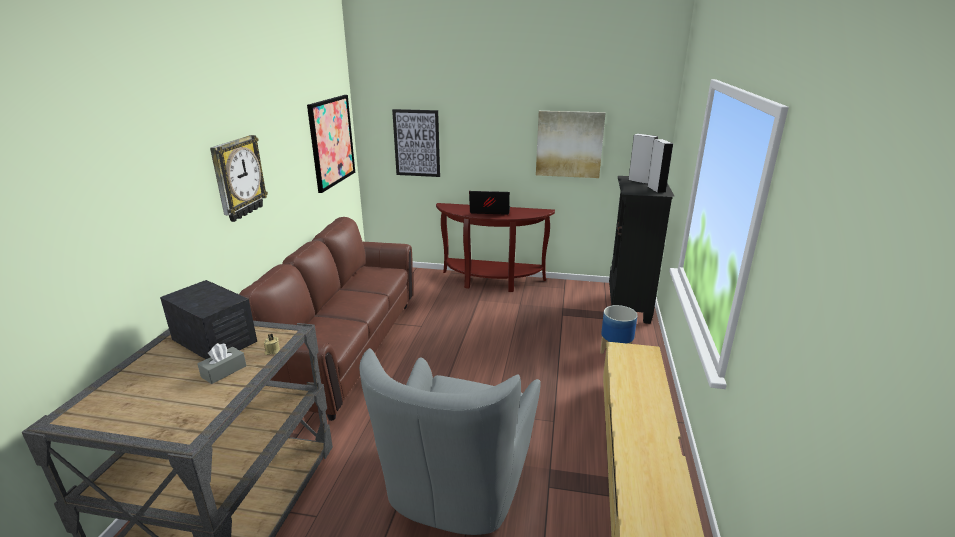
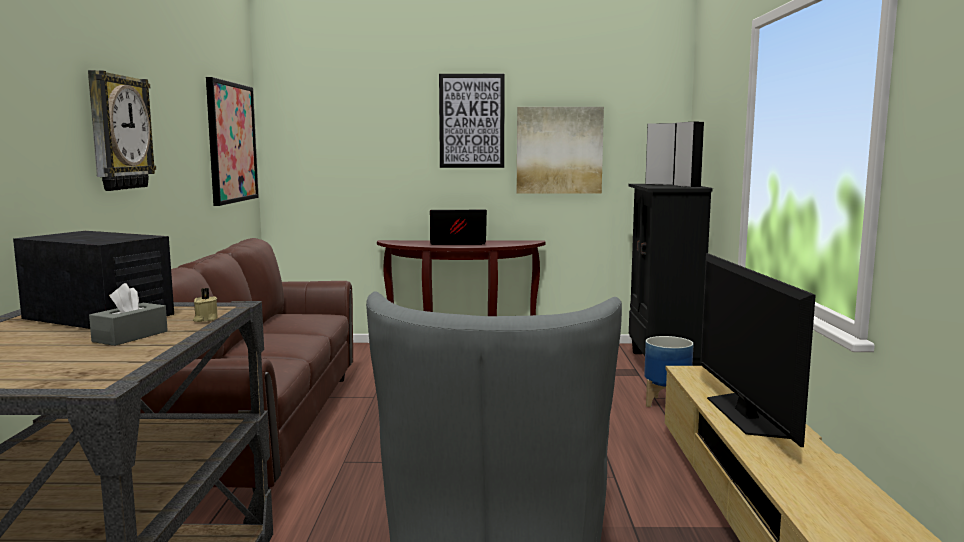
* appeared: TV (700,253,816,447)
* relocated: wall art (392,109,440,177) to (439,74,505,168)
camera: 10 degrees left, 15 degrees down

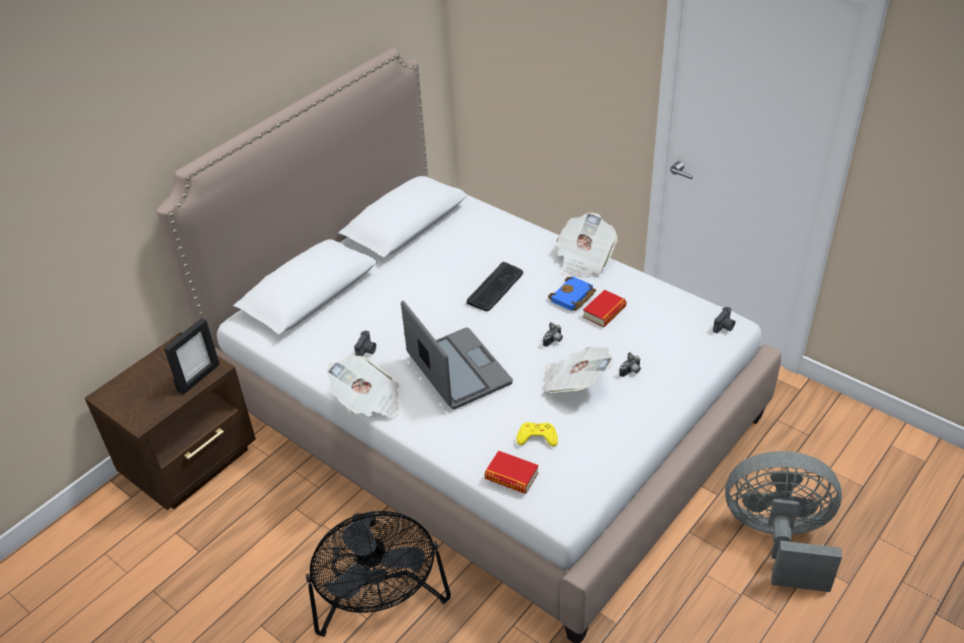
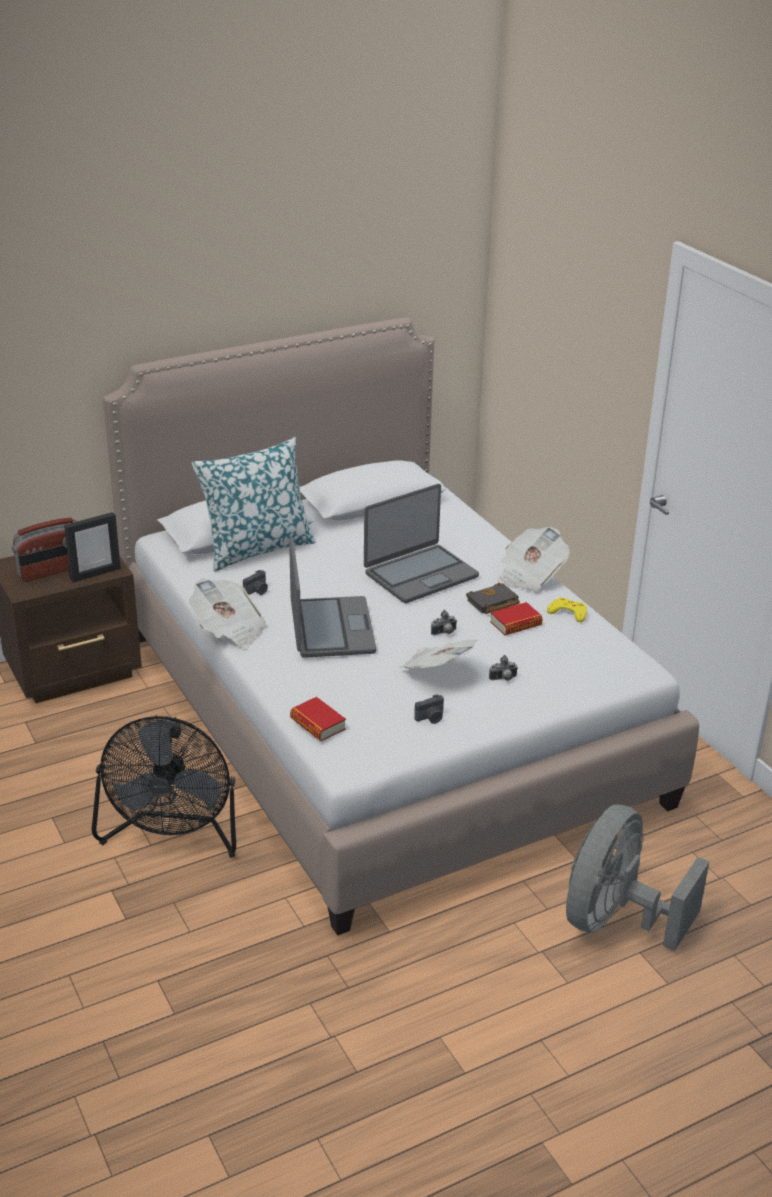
* appeared: radio receiver (12,517,77,582)
* appeared: pillow (192,437,315,571)
* relocated: joypad (yellowish) (516,422,558,446) to (547,597,587,622)
* relocated: still camera (713,307,735,333) to (414,694,444,724)
* exchanged: PC keyboard (467,262,523,311) to portable computer (364,484,479,603)
* colour: book (bluish) (548,276,596,311) to book (blackish) (466,583,520,614)
* spun: electric fan (grey) (725,451,842,592) = (566,804,709,951) 90 degrees counterclockwise
camera: 20 degrees right, 10 degrees down

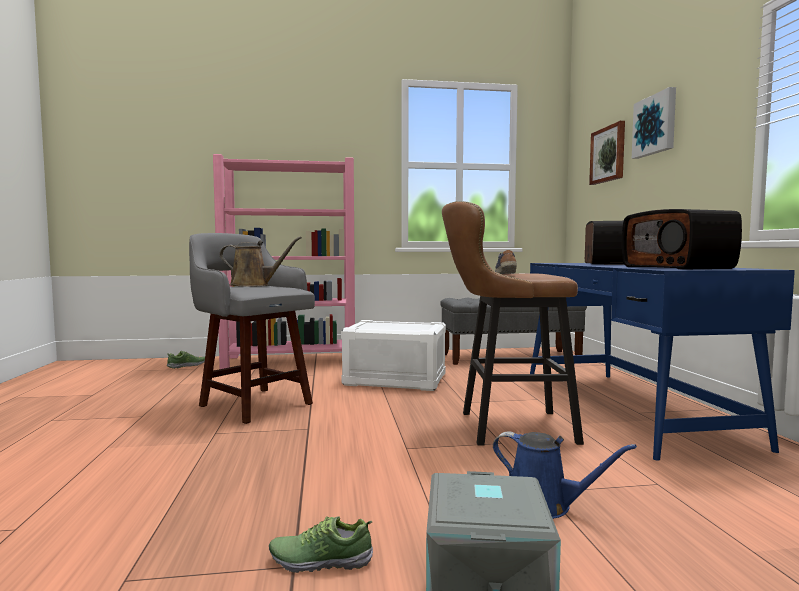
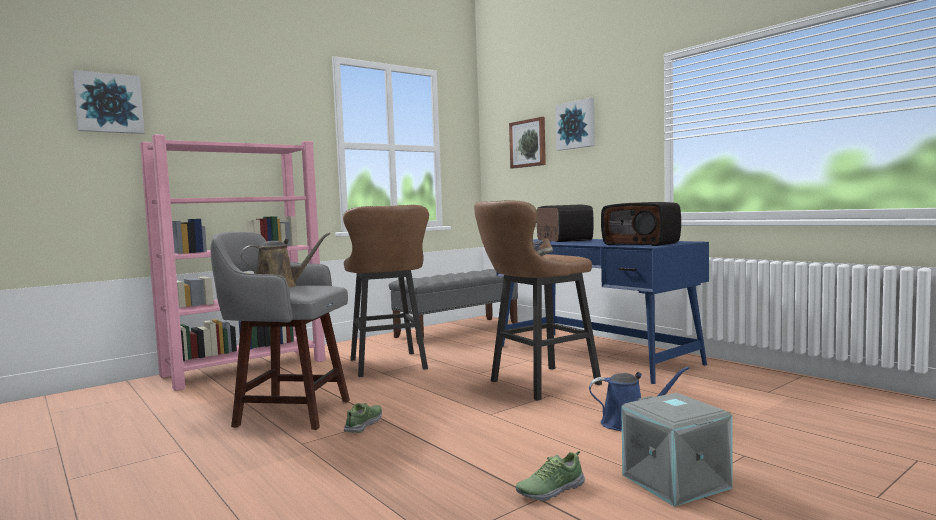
* appeared: wall art (72,70,145,134)
* relocated: shoe (167,351,205,369) to (344,403,382,433)
* exchanged: storage container (white) (341,320,446,391) to sitting stool (brownish) (343,205,429,377)
camera: 30 degrees left, 0 degrees up

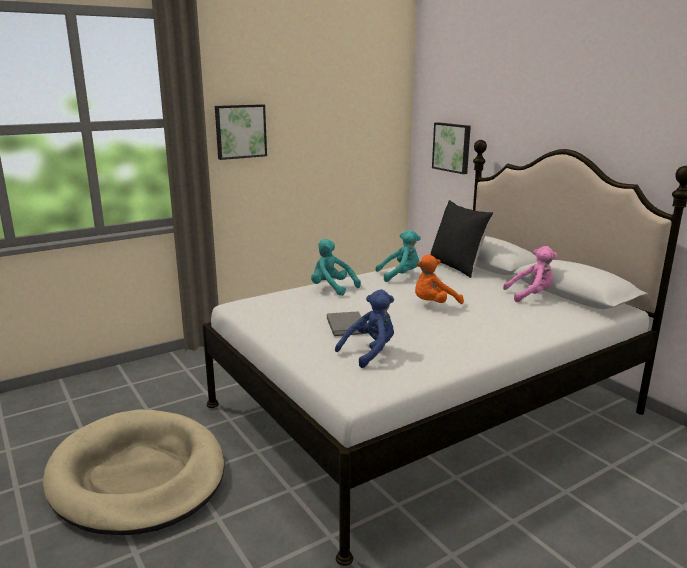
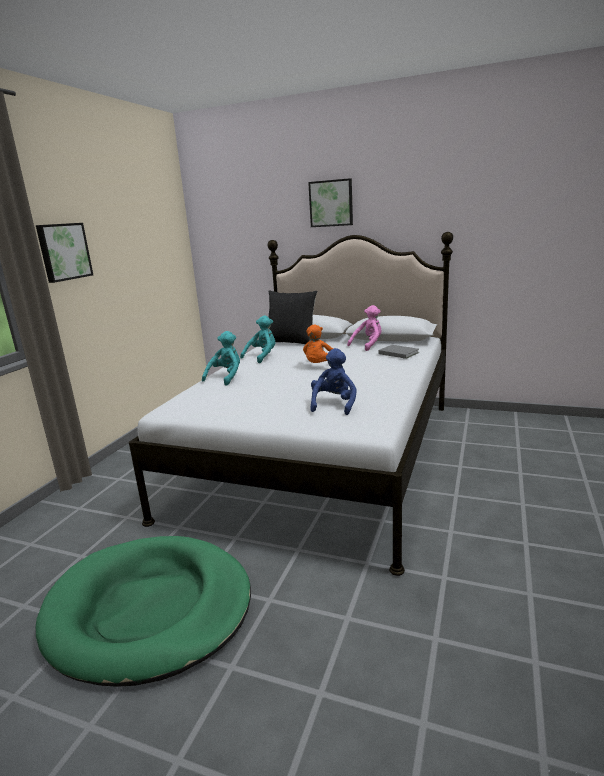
* relocated: book (grey) (327,311,368,336) to (378,345,419,359)
* relocated: wall art (432,122,471,174) to (308,178,353,227)
* colour: pet bed (beige-coloured) (43,409,225,535) to pet bed (green-coloured) (36,536,251,687)
* spun: plush toy (blue-green) (311,239,361,296) = (202,331,240,386) 120 degrees clockwise
camera: 35 degrees left, 0 degrees up

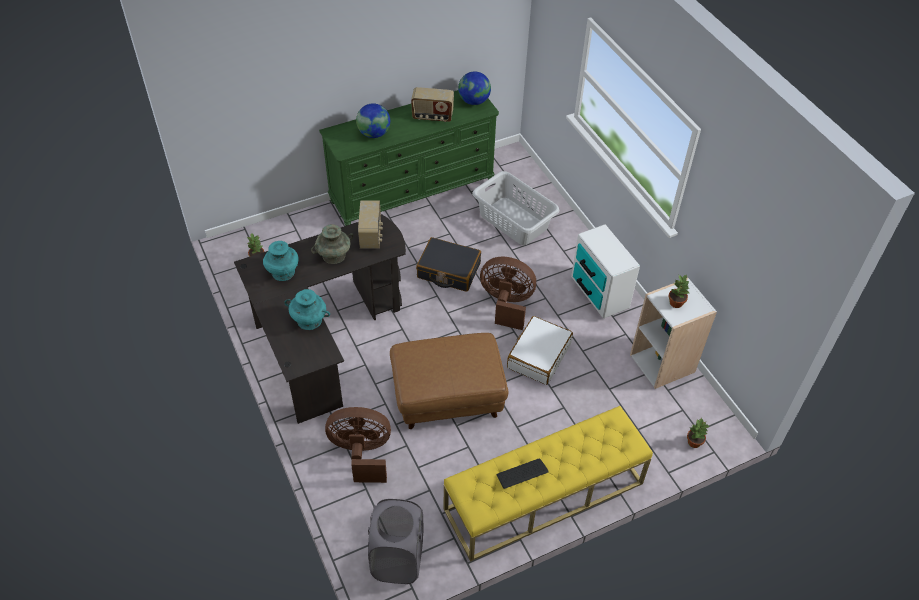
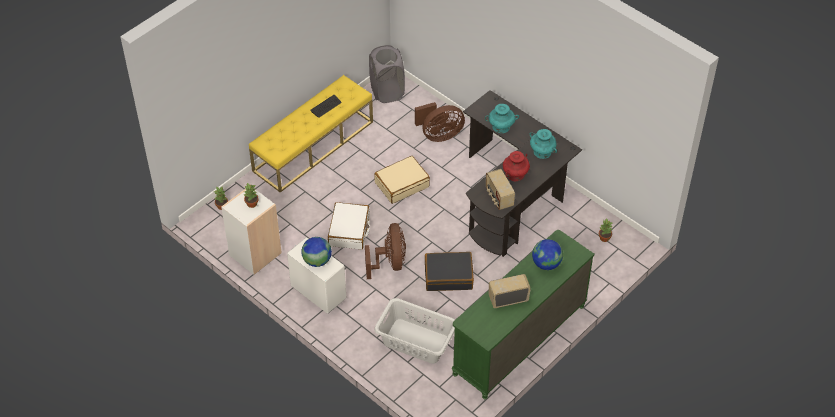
* relocated: world globe (458,71,491,105) to (301,237,332,267)
* exchanged: pouffe (brownish) (390,333,508,429) to piece of luggage (beige-coloured) (375,156,430,204)
* colour: flower vase (blue-green) (311,224,353,264) to flower vase (reddish) (503,151,530,181)
* spun: electric fan (brownish) (480,257,536,330) = (365,223,406,279) 90 degrees counterclockwise
camera: 160 degrees right, 0 degrees up

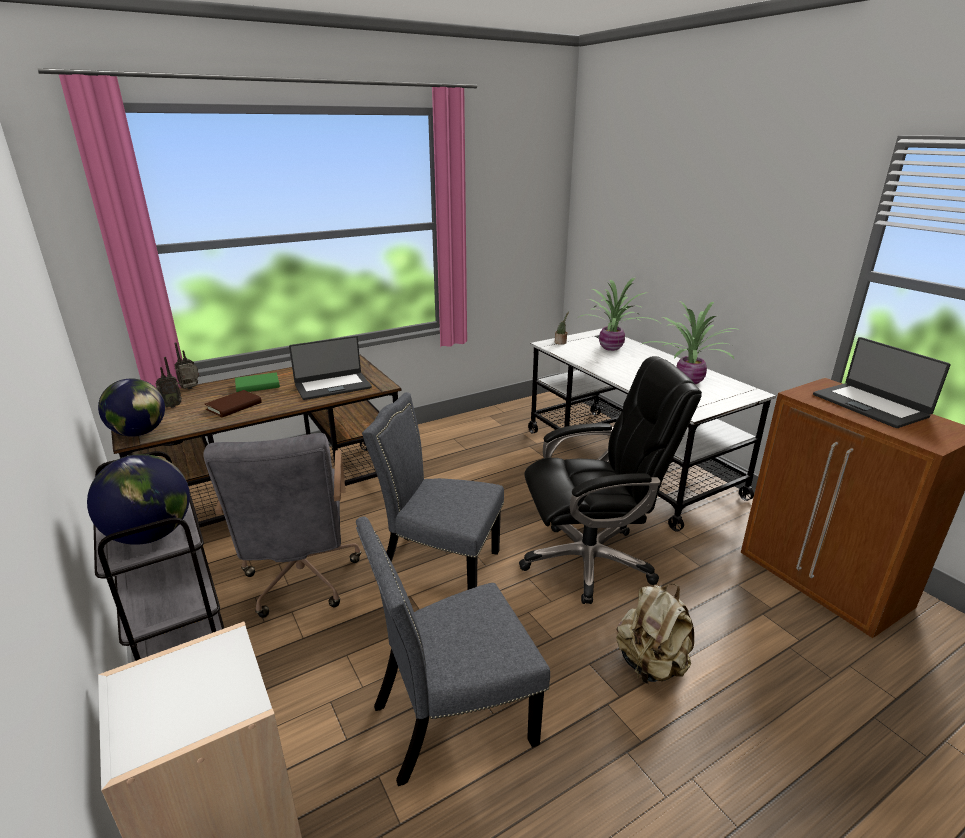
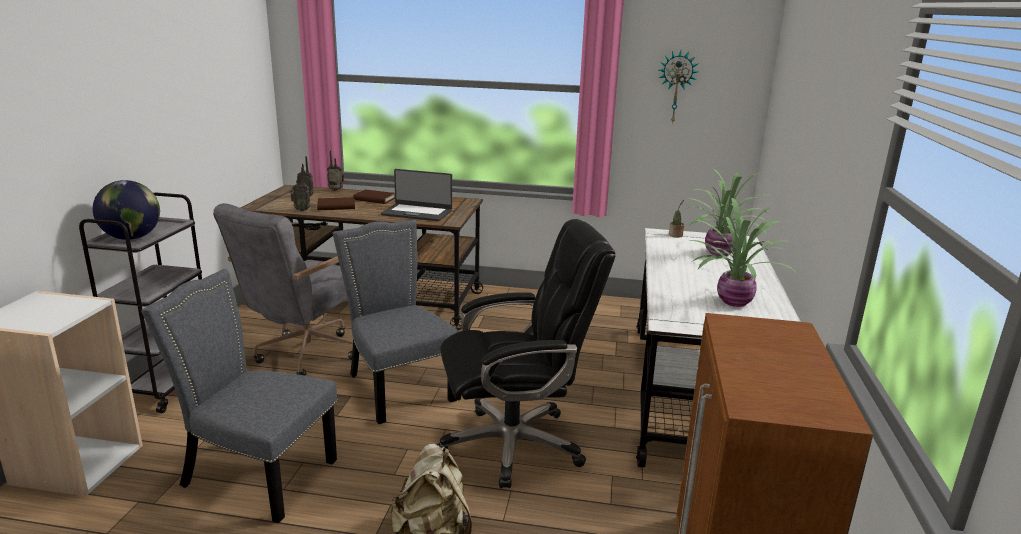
* missing: world globe (98,379,165,437)
* missing: portable computer (813,337,951,428)
* appeared: radio receiver (291,167,310,211)
* appeared: hanging clock (659,51,699,124)
* colour: book (green-coloured) (235,372,280,392) to book (brownish) (353,189,395,204)
* spun: office chair (blackish) (519,356,702,604) = (437,219,616,488) 45 degrees counterclockwise
camera: 40 degrees right, 5 degrees down

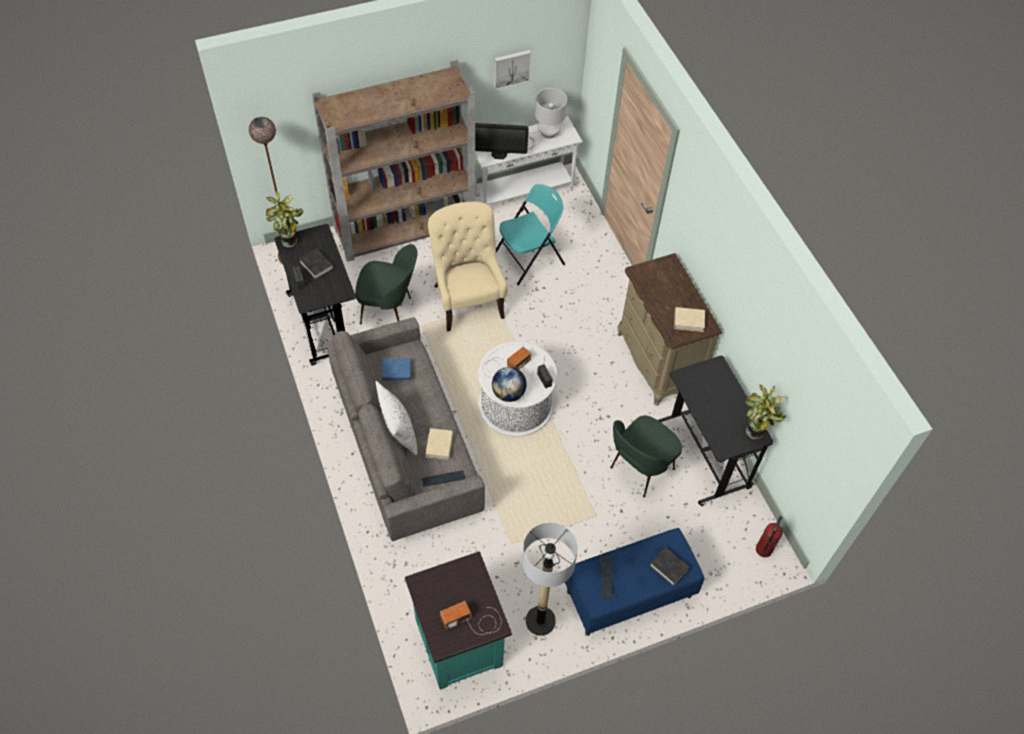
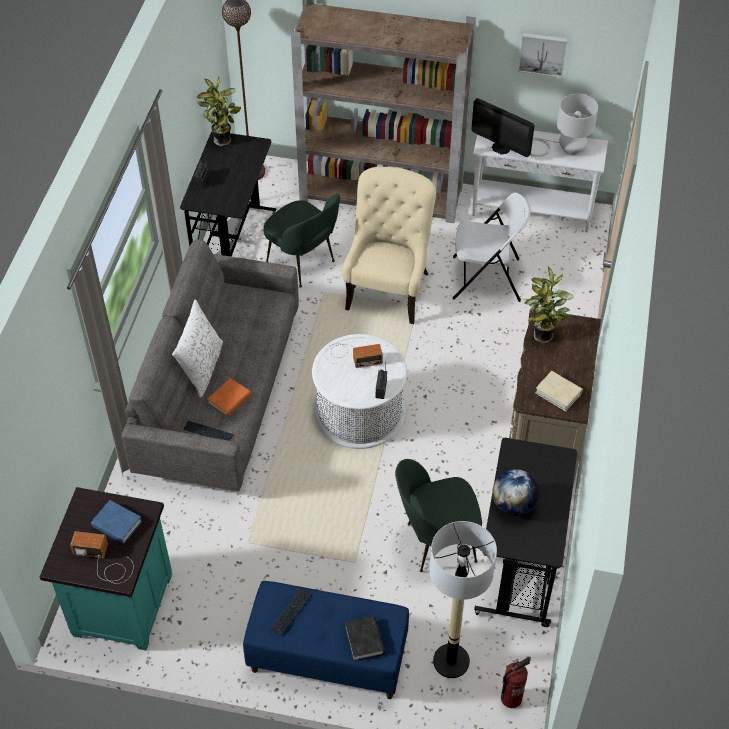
* missing: book (blackish) (299,248,334,280)
* relocated: book (bluish) (382,358,411,380) to (91,500,142,544)
* relocated: world globe (492,367,527,402) to (493,469,539,516)
* relocated: floor lamp (522,522,578,636) to (430,521,497,678)
* relocated: potted plant (745,384,787,439) to (524,267,574,343)
* colour: book (beige-coloured) (426,428,453,460) to book (orange) (207,378,251,417)
* colour: upright chair (blue-green) (496,184,565,286) to upright chair (white) (453,192,531,302)
camera: 35 degrees right, 5 degrees down

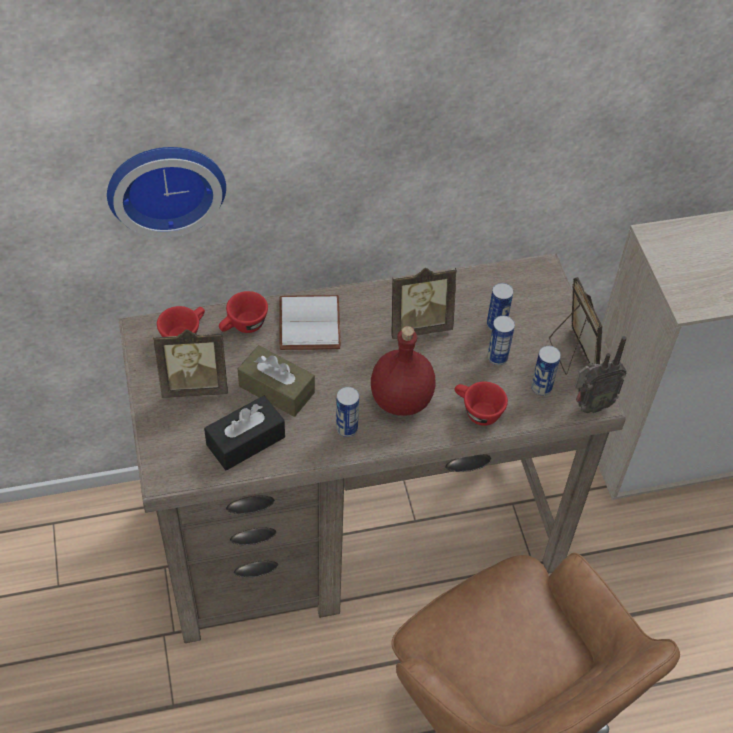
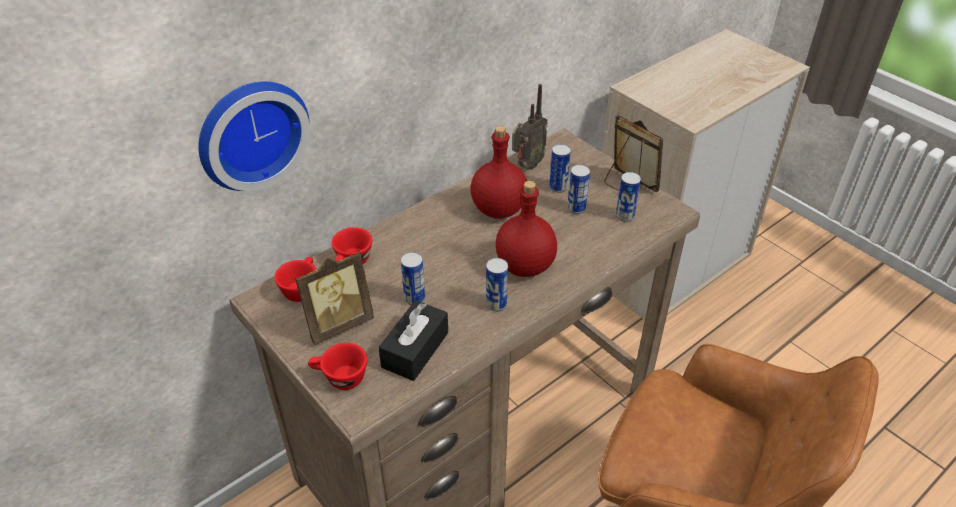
* missing: book (white) (279,295,341,350)
* relocated: drinking cup (reddish) (455,382,508,426) to (308,343,367,390)
* relocated: radio receiver (575,336,627,413) to (512,84,548,170)
* exchanged: box of tissues (brownish) (238,345,315,417) to sealed can (401,252,425,305)
* exchanged: photo frame (391,268,457,339) to beverage bottle (reddish) (471,126,527,219)
camera: 25 degrees left, 10 degrees down

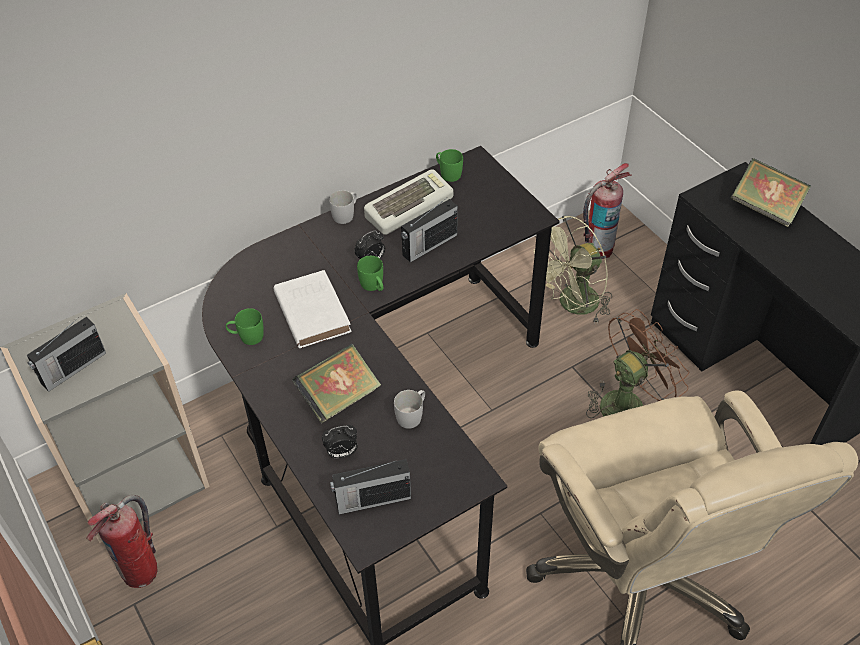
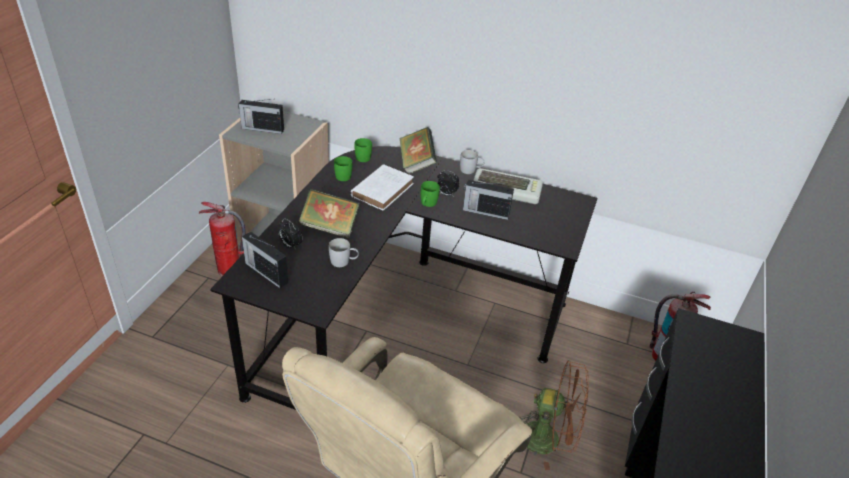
* missing: electric fan (green-coloured) (534,216,612,324)
* relocated: mug (green-coloured) (436,149,463,182) to (355,138,372,162)
* relocated: book (730,158,811,227) to (399,127,437,174)
camera: 50 degrees right, 10 degrees down

